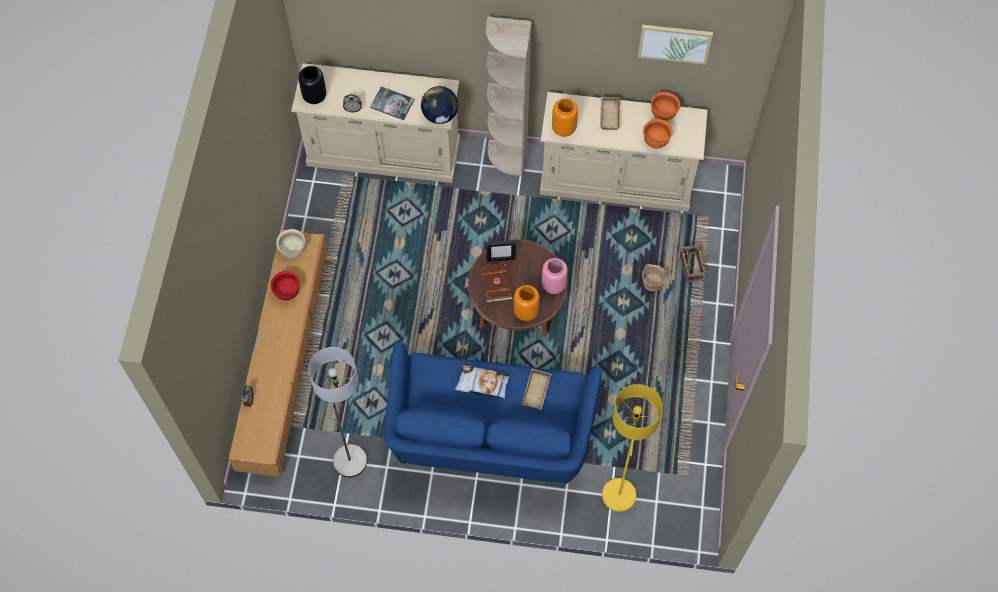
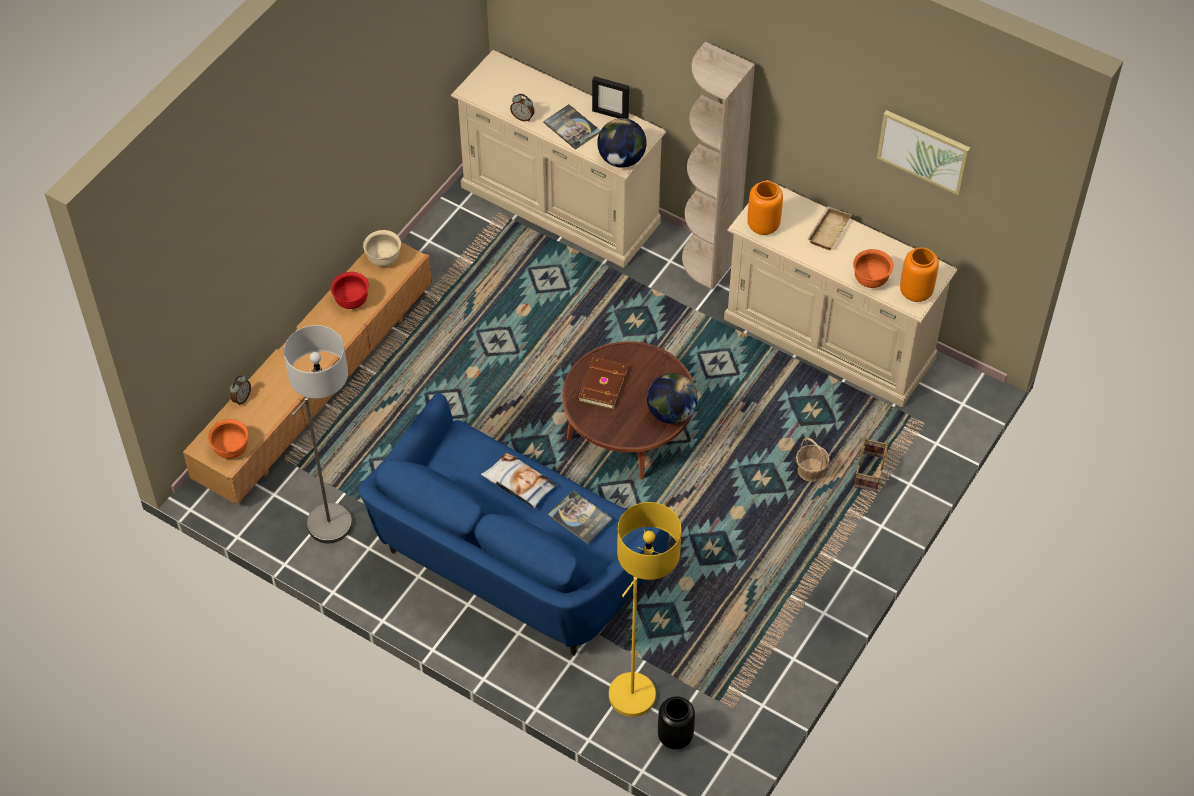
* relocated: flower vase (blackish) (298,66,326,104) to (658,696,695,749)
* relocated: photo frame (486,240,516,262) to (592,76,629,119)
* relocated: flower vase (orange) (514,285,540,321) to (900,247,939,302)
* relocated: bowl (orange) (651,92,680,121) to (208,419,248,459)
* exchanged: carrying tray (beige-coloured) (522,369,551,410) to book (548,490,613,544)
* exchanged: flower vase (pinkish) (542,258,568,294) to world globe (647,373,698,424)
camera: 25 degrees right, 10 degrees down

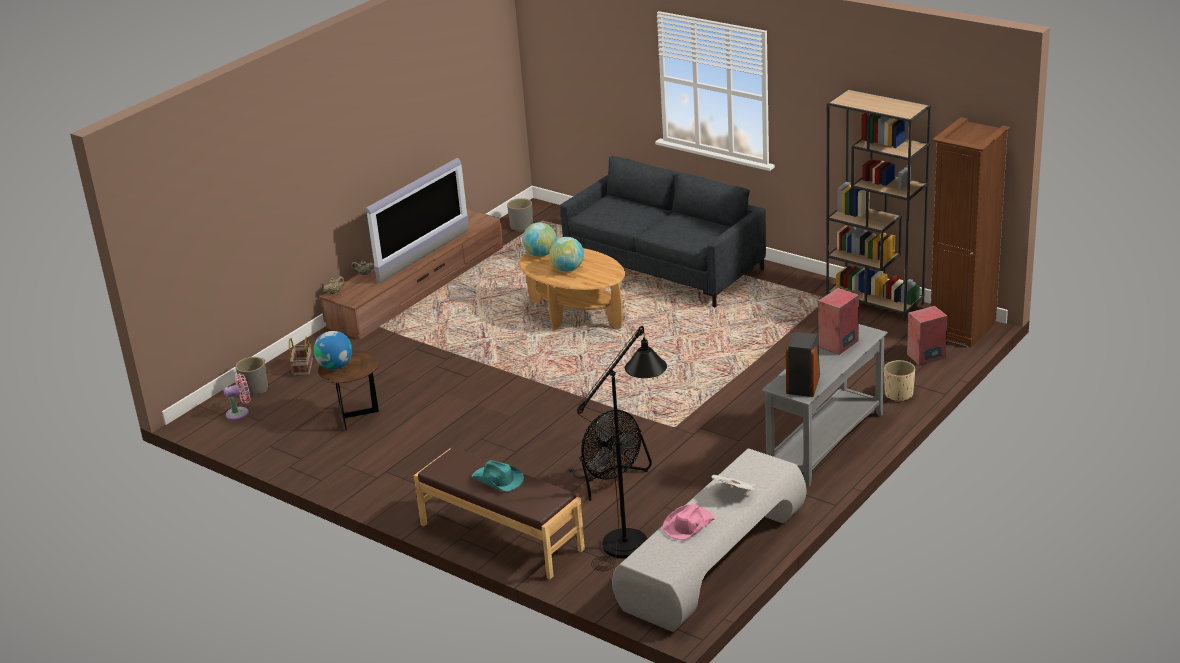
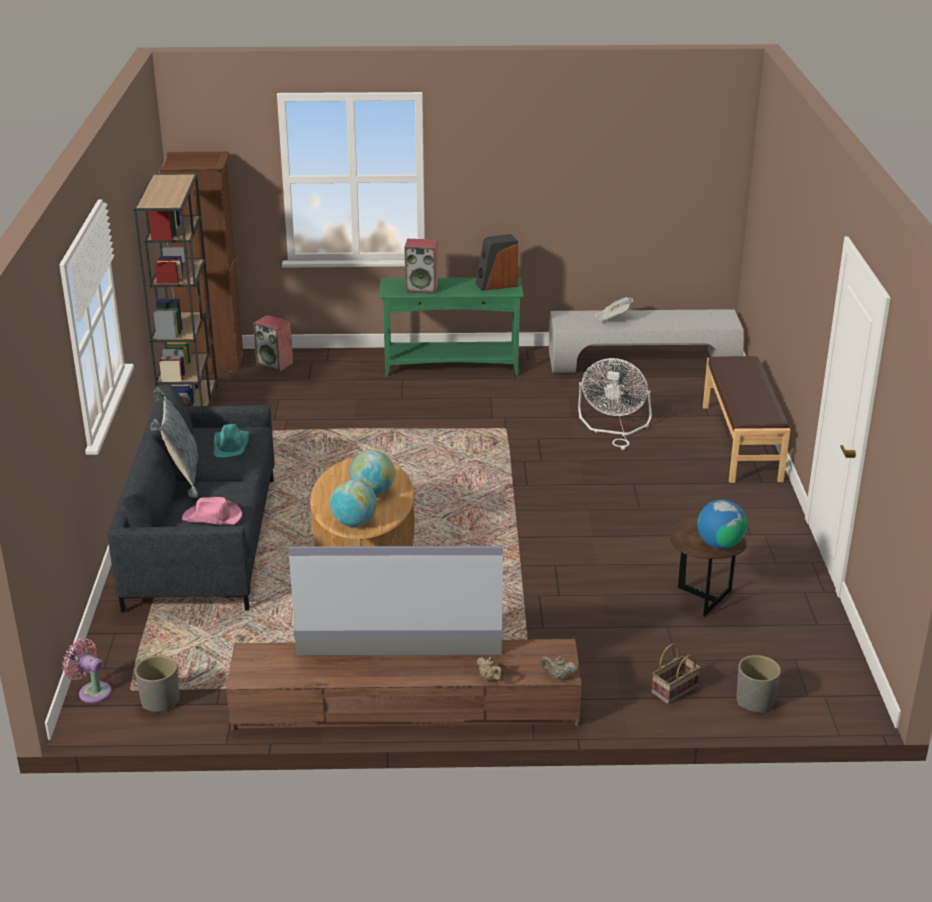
* missing: floor lamp (blackish) (577,326,667,571)
* missing: plant pot (beige-coloured) (884,360,915,402)
* appeared: pillow (150,387,199,498)
* relocated: electric fan (pinkish) (223,374,250,421) to (62,638,112,703)
* relocated: hat (blue-green) (472,460,524,492) to (213,424,250,458)
* relocated: hat (pinkish) (663,504,715,540) to (182,497,242,525)
* colour: electric fan (blackish) (568,410,652,501) to electric fan (white) (578,358,652,450)
* colour: narrow table (grey) (762,324,888,486) to narrow table (green-coloured) (379,277,523,377)
camera: 130 degrees left, 0 degrees up

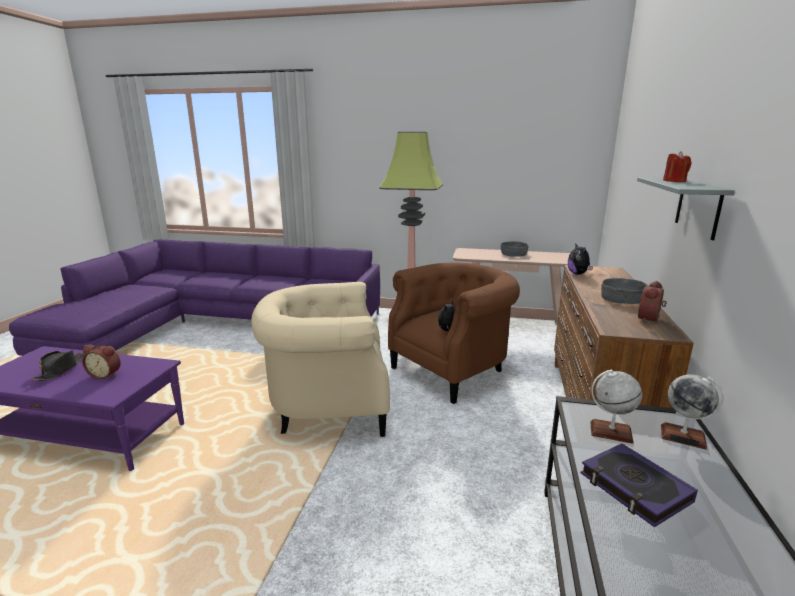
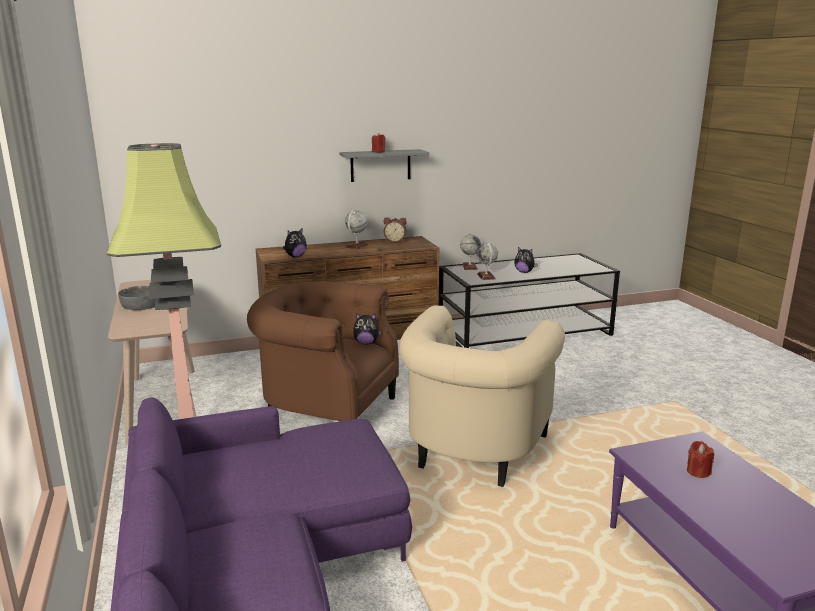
* missing: hat (blackish) (31,350,84,381)
* exchanged: bedside clock (82,345,121,379) to wax candle (reddish) (687,441,714,478)
* exchanged: book (580,444,698,527) to plush toy (514,247,538,273)
* exchanged: bowl (grey) (601,278,648,304) to world globe (345,210,368,249)
* spun: lounge chair (beige-coloured) (251,282,390,437) = (400,305,565,487) 60 degrees clockwise
camera: 120 degrees left, 0 degrees up

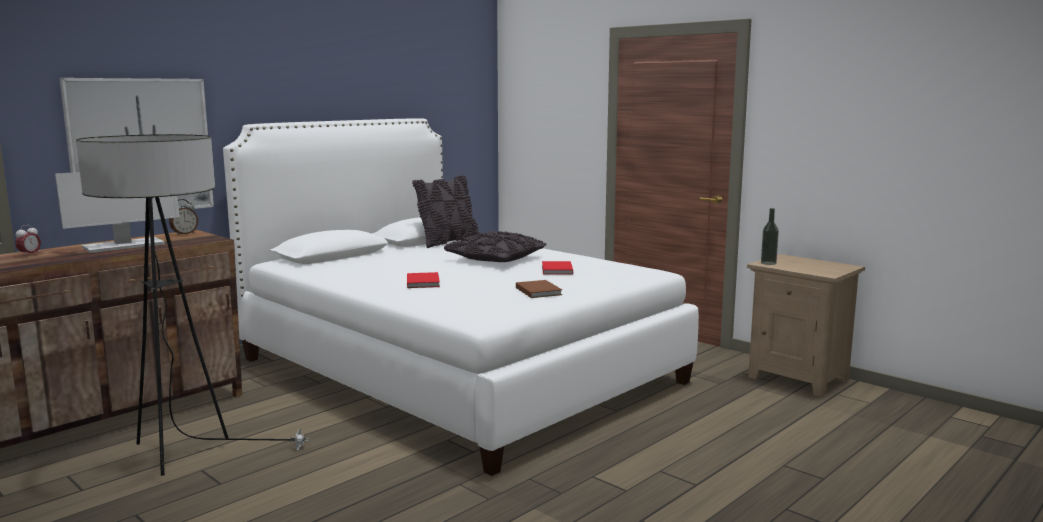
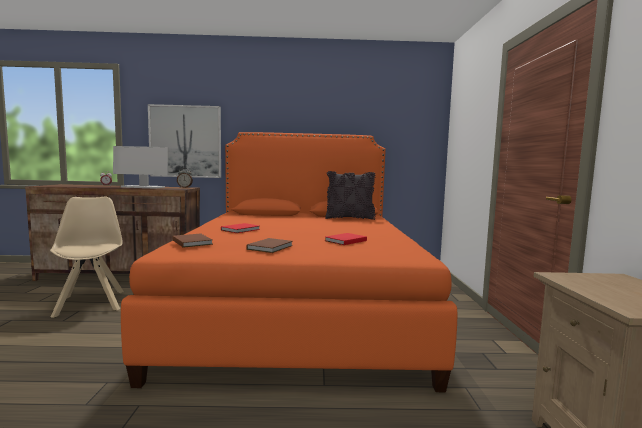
* missing: pillow (blackish) (444,231,547,262)
* missing: beverage bottle (761,208,779,265)
* appeared: book (brownish) (173,233,213,248)
* exchanged: floor lamp (76,134,310,476) to upright chair (beige-coloured) (50,197,124,318)
* colour: sleeping bed (white) (223,118,699,476) to sleeping bed (orange) (121,132,457,392)
camera: 45 degrees right, 5 degrees down

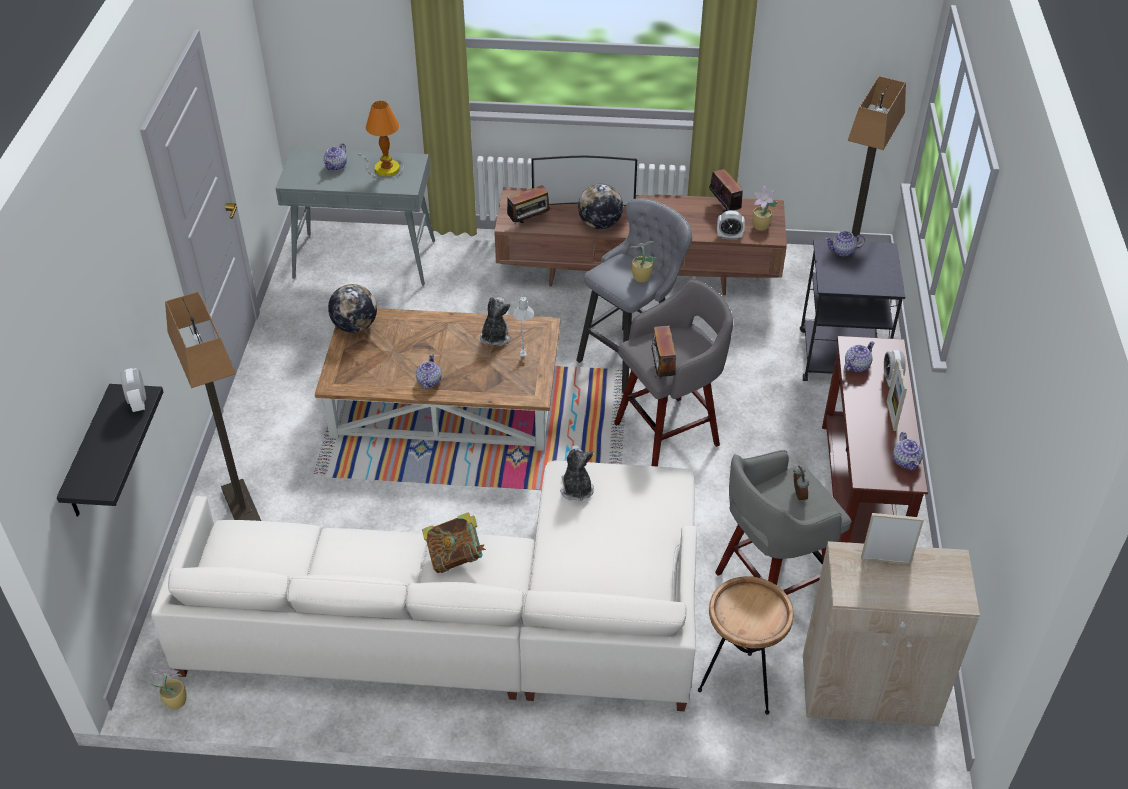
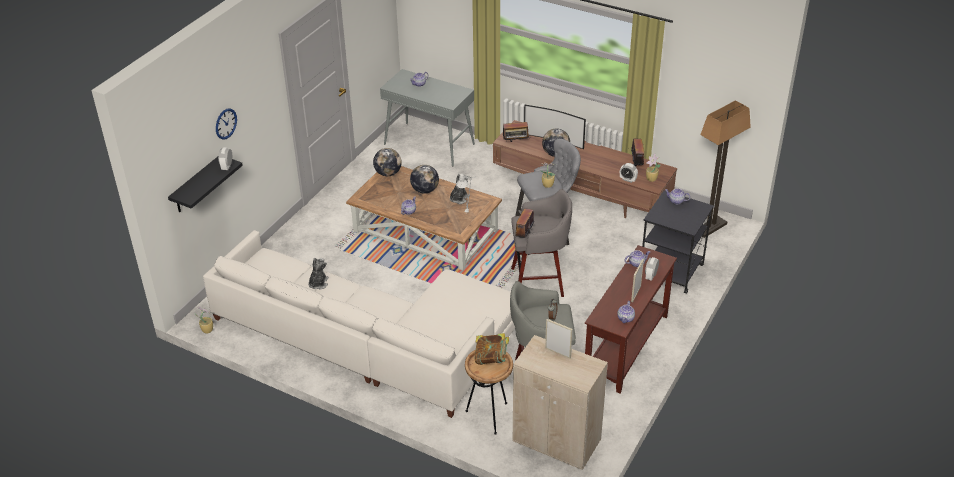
* missing: floor lamp (165,292,261,521)
* missing: table lamp (358,100,404,179)
* appeared: hanging clock (216,108,237,140)
* appeared: world globe (410,165,439,194)
* relocated: book (422,512,486,573) to (474,333,509,365)
* relocated: plush toy (560,445,594,501) to (308,258,329,290)
camera: 25 degrees right, 5 degrees down

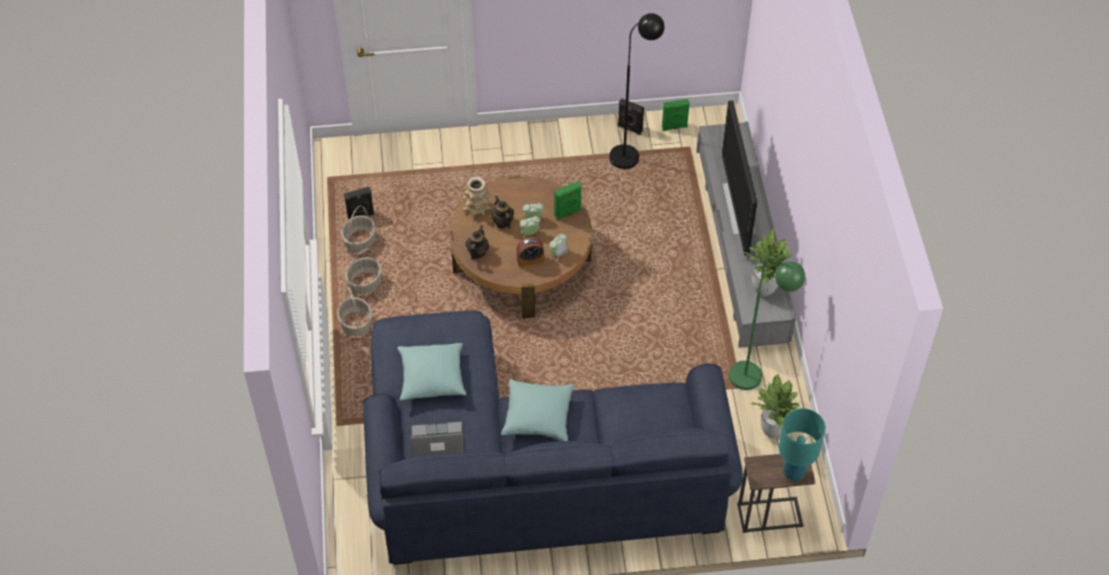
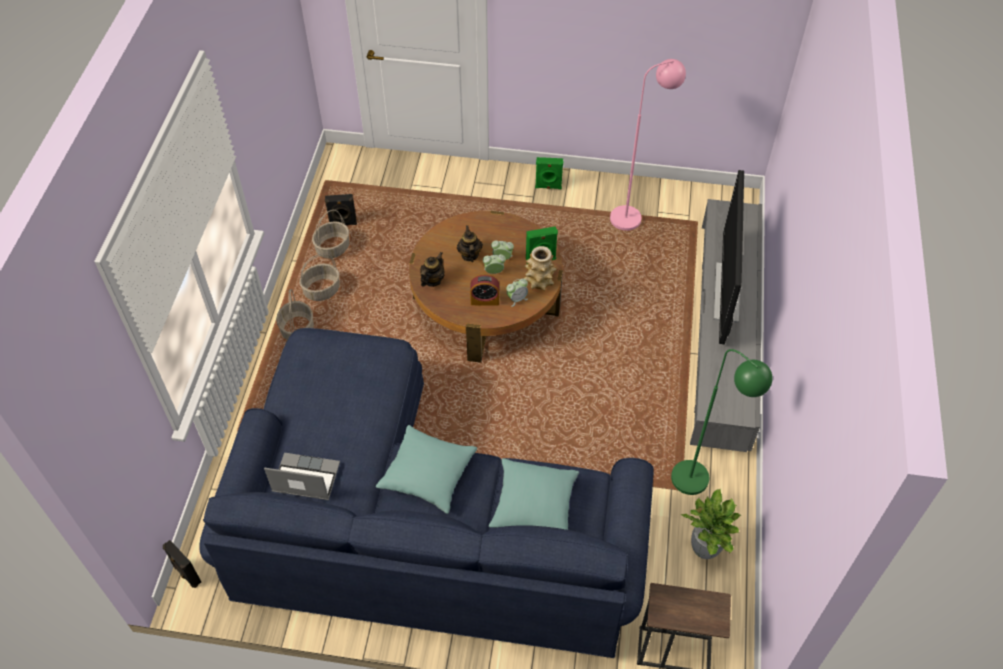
* missing: potted plant (741,229,792,296)
* missing: table lamp (blue-green) (779,408,826,481)
* relocated: pillow (blue-green) (397,343,466,401) to (489,458,579,530)
* relocated: flower vase (462,177,491,217) to (523,246,557,291)
* relocated: speaker (blackish) (618,98,644,135) to (163,540,201,588)
* relocated: speaker (green-coloured) (662,99,690,131) to (535,157,563,189)
* colour: floor lamp (blackish) (609,13,665,169) to floor lamp (pinkish) (610,59,686,231)
camera: 15 degrees right, 0 degrees up

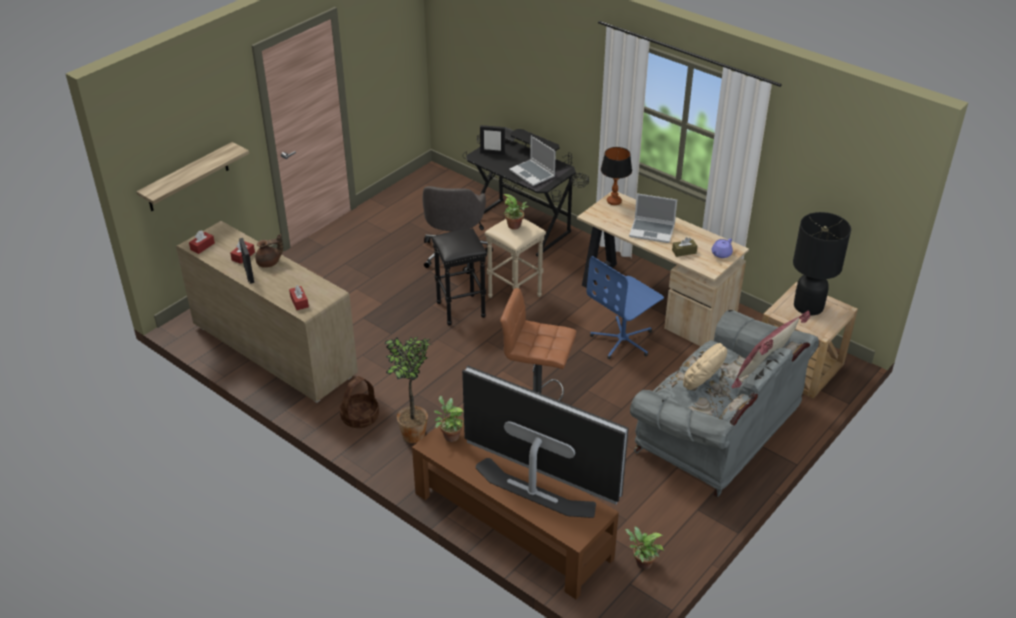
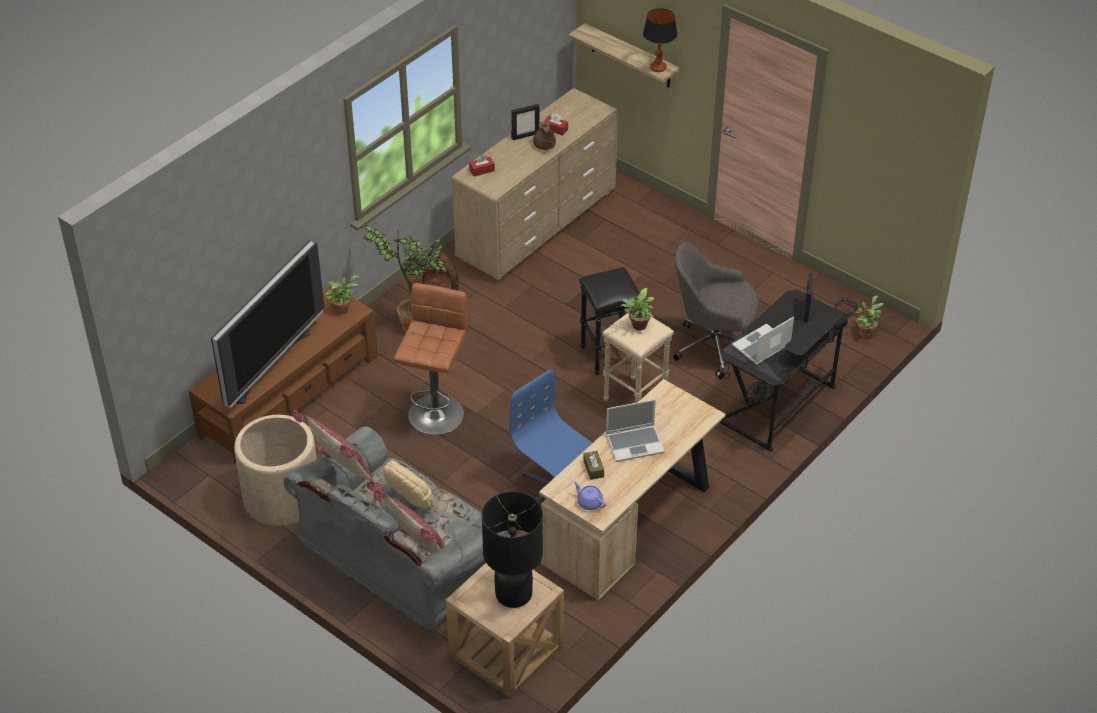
* missing: box of tissues (reddish) (189,230,215,254)
* appeared: plant pot (beige-coloured) (234,415,317,526)
* appeared: pillow (reddish) (293,410,384,492)
* relocated: table lamp (601,147,632,205) to (643,8,677,72)
* relocated: potted plant (625,527,664,569) to (851,296,884,338)
* spun: portable computer (629,193,677,243) = (606,399,665,462) 120 degrees counterclockwise
camera: 90 degrees right, 5 degrees up

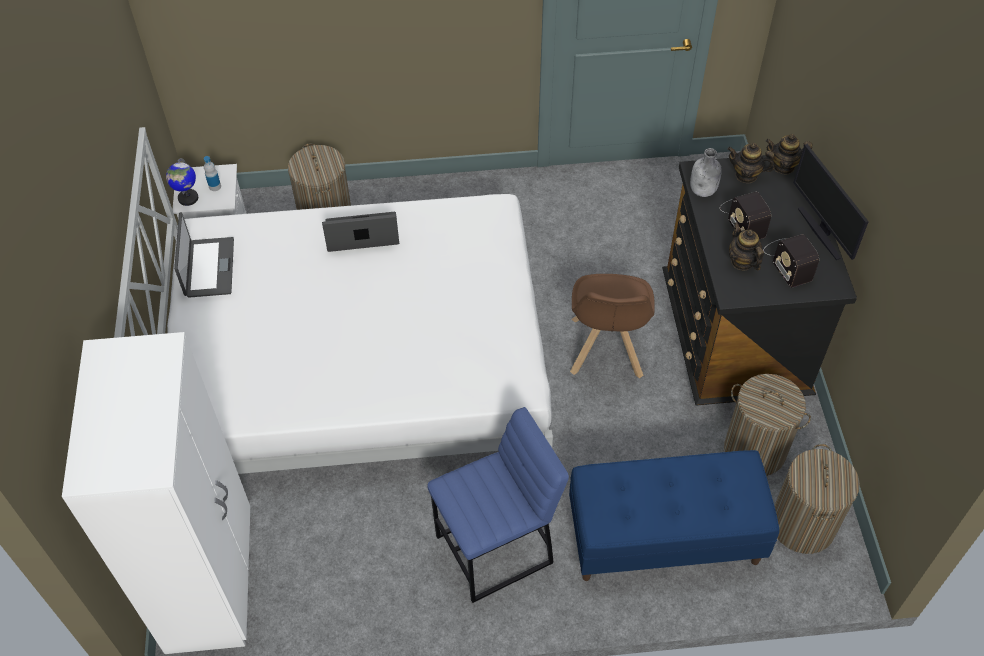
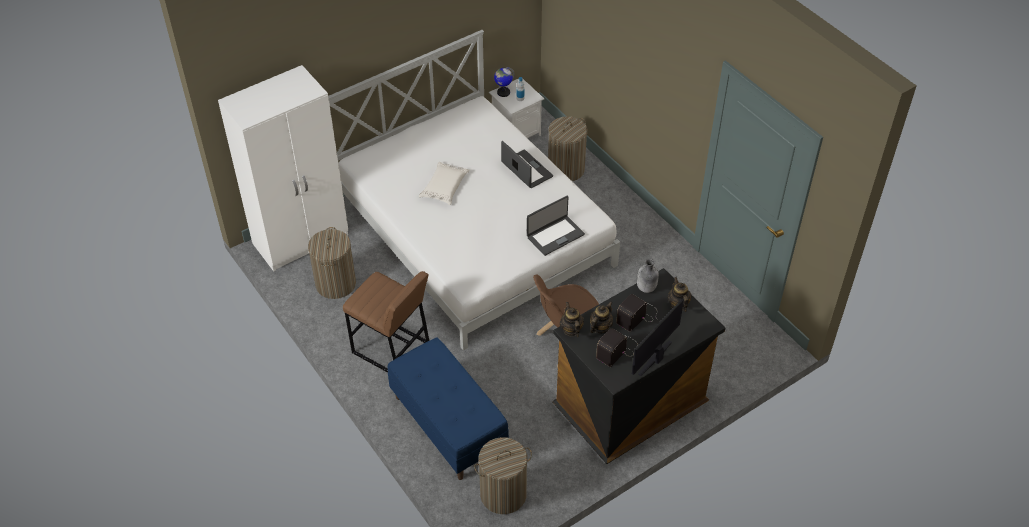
* appeared: pillow (white) (419,162,469,205)
* relocated: portable computer (174,212,234,298) to (527,195,585,256)
* relocated: laundry basket (724,374,811,476) to (308,227,356,299)
* relocated: pot for tea (765,134,812,174) to (560,302,584,337)
* colour: upright chair (bluish) (427,407,569,603) to upright chair (brownish) (343,271,429,372)
camera: 60 degrees right, 5 degrees down

